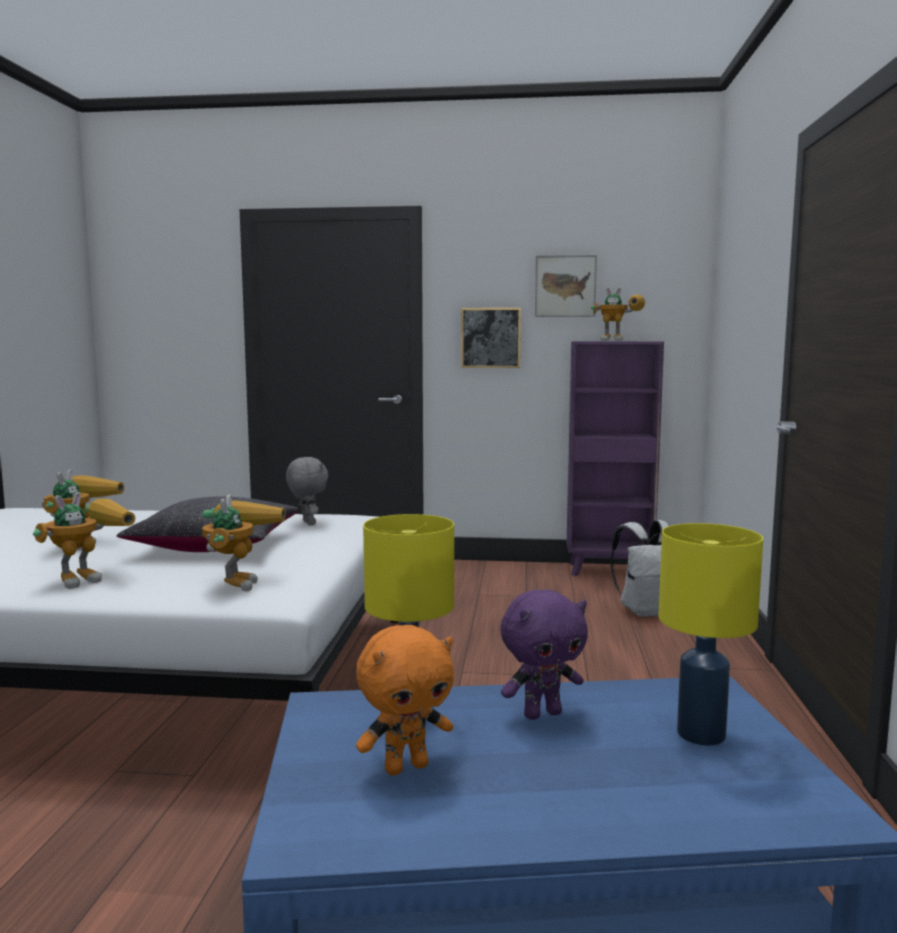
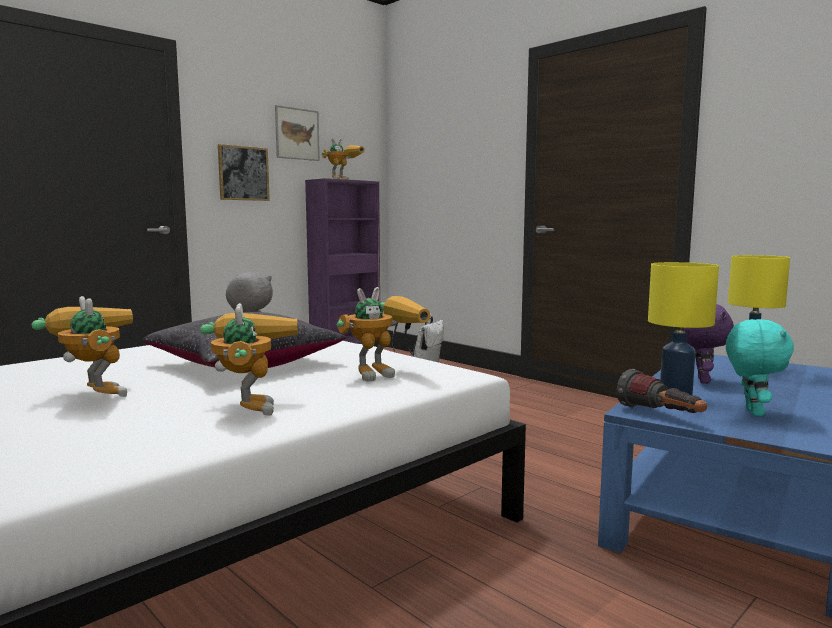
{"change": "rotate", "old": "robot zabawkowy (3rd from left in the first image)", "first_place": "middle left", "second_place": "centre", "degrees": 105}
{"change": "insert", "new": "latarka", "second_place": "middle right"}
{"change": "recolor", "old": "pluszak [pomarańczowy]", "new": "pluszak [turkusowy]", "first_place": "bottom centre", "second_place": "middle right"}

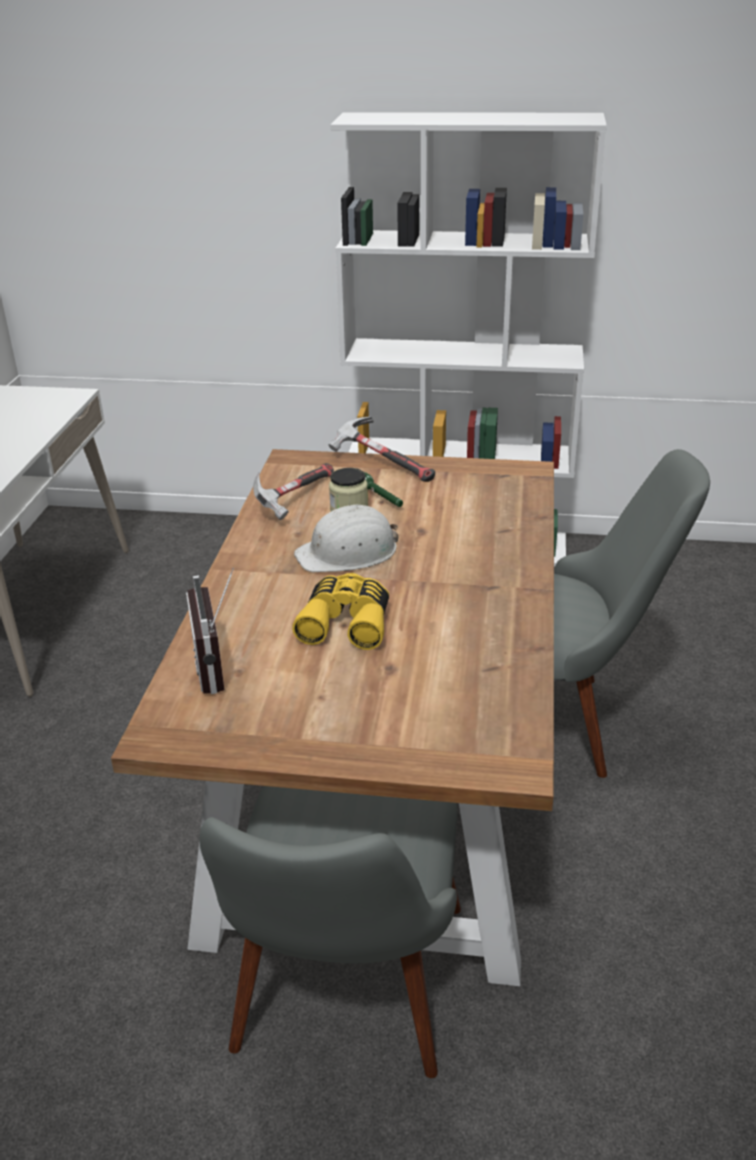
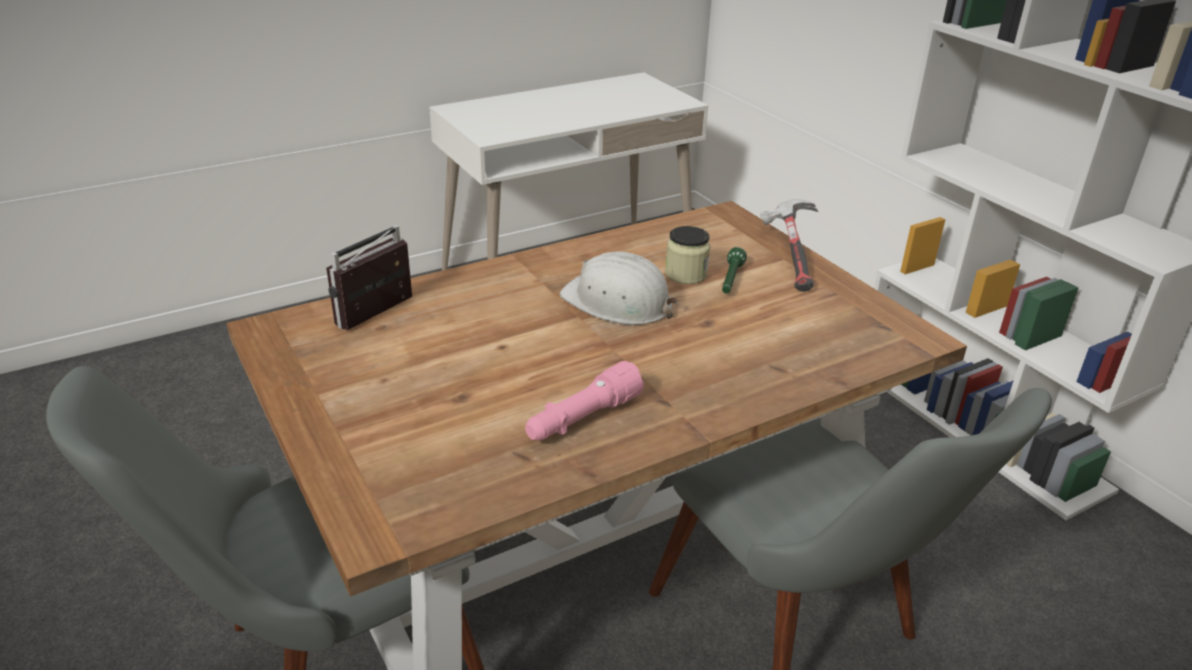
{"change": "insert", "new": "latarka [różowy]", "second_place": "centre"}
{"change": "delete", "old": "młotek (1st from left)", "first_place": "centre"}
{"change": "delete", "old": "lornetka [żółty]", "first_place": "centre"}

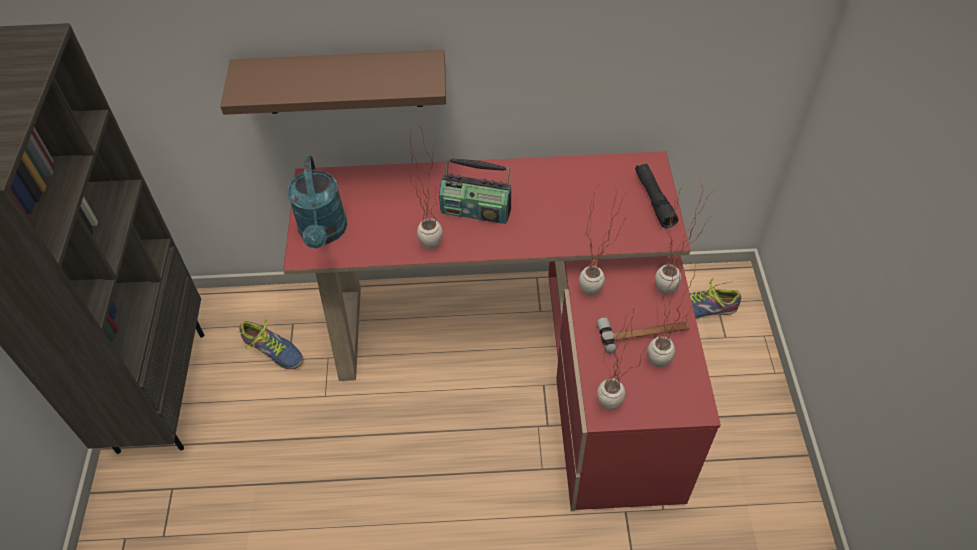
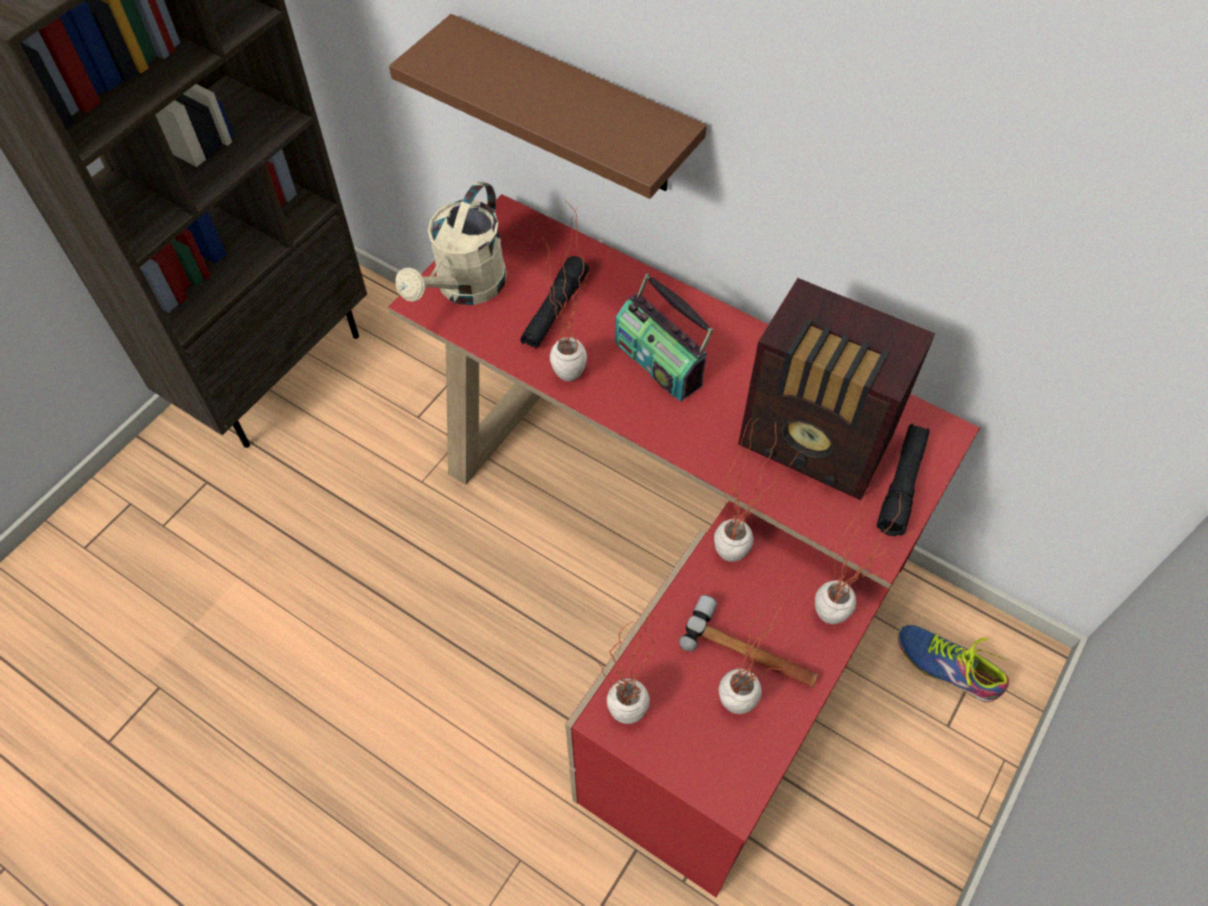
{"change": "recolor", "old": "konewka [turkusowy]", "new": "konewka [beżowy]", "first_place": "middle left", "second_place": "top centre"}
{"change": "insert", "new": "latarka [czarny] (1st from left)", "second_place": "centre"}
{"change": "insert", "new": "radio (2nd from left)", "second_place": "middle right"}
{"change": "delete", "old": "but (1st from left)", "first_place": "middle left"}

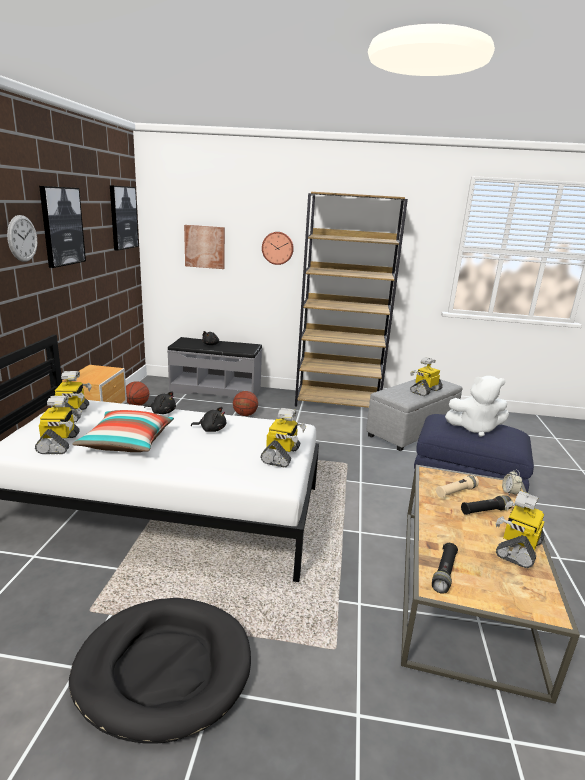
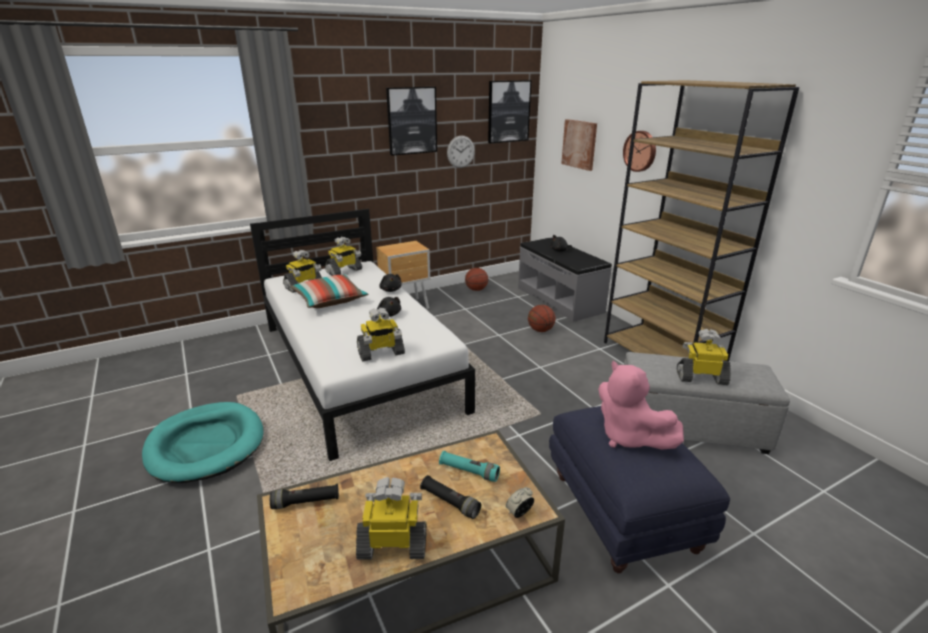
{"change": "recolor", "old": "legowisko [czarny]", "new": "legowisko [turkusowy]", "first_place": "bottom left", "second_place": "bottom left"}
{"change": "recolor", "old": "latarka [beżowy]", "new": "latarka [turkusowy]", "first_place": "middle right", "second_place": "bottom centre"}
{"change": "move", "old": "zegar ścienny (1st from left)", "first_place": "top left", "second_place": "top centre"}
{"change": "recolor", "old": "pluszak [biały]", "new": "pluszak [różowy]", "first_place": "middle right", "second_place": "middle right"}

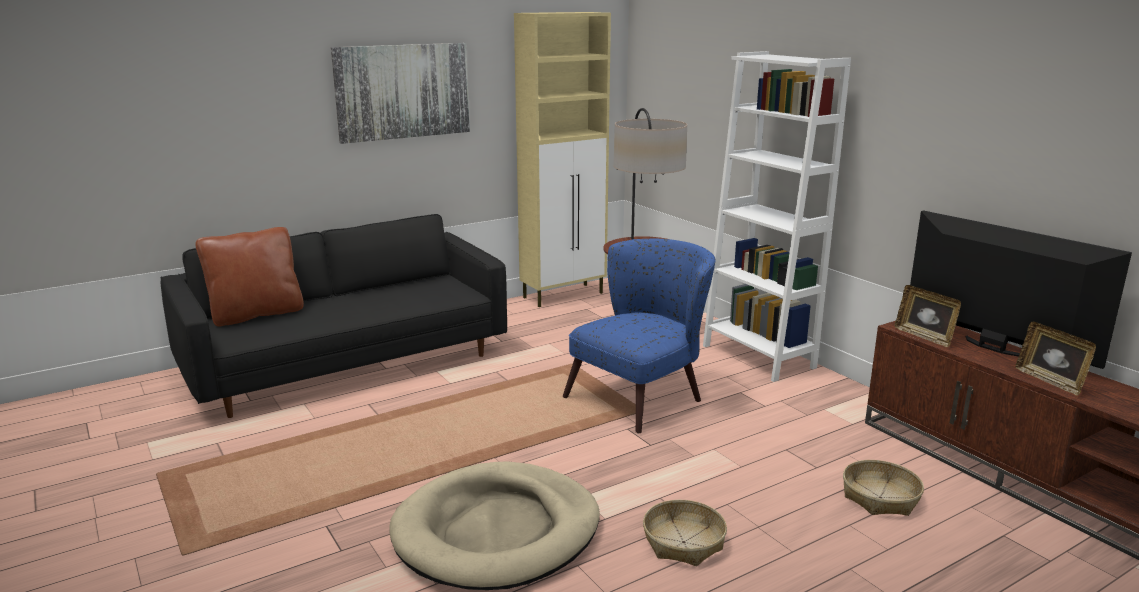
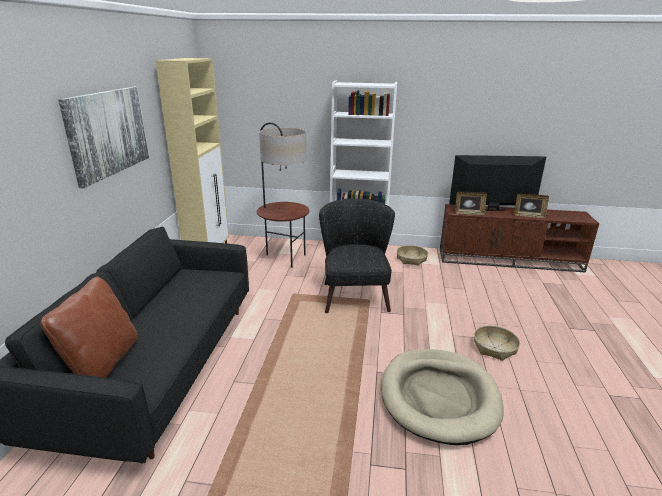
{"change": "recolor", "old": "fotel [niebieski]", "new": "fotel [czarny]", "first_place": "centre", "second_place": "centre"}
{"change": "move", "old": "koszyk (2nd from left in the first image)", "new": "koszyk (1st from left)", "first_place": "bottom right", "second_place": "centre"}

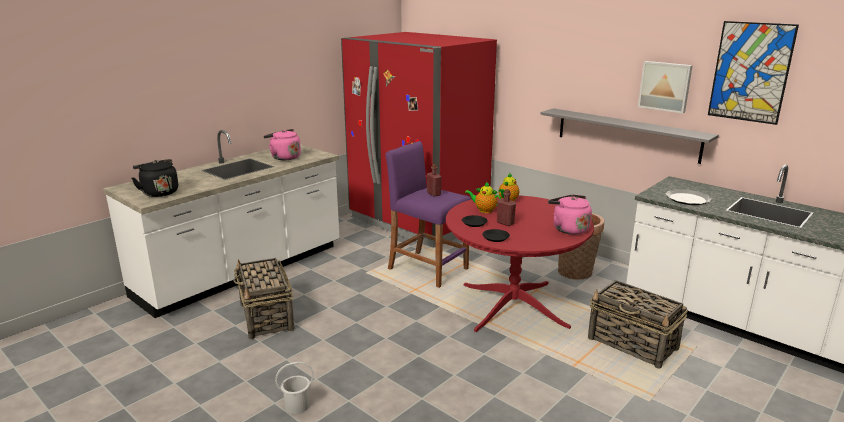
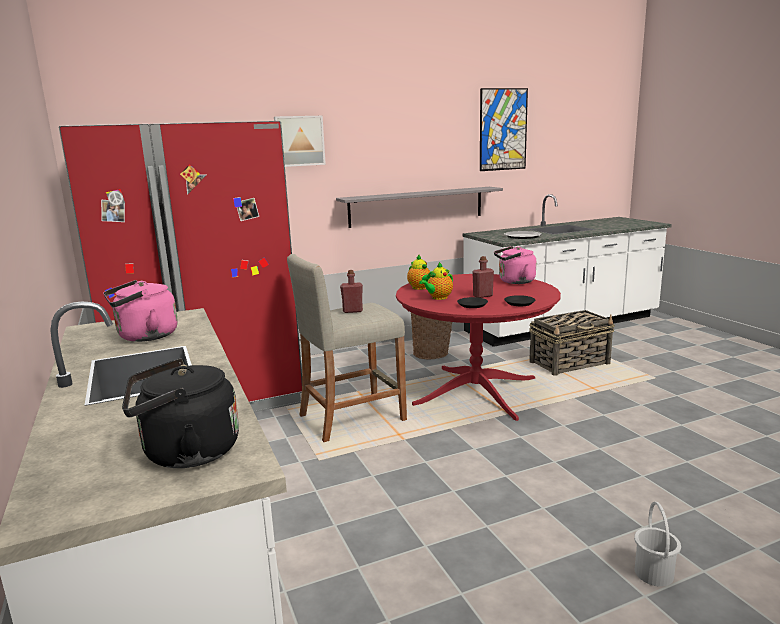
{"change": "move", "old": "obraz (1st from left)", "first_place": "top right", "second_place": "top centre"}
{"change": "recolor", "old": "stołek [fioletowy]", "new": "stołek [beżowy]", "first_place": "centre", "second_place": "centre"}
{"change": "delete", "old": "koszyk (1st from left)", "first_place": "bottom left"}

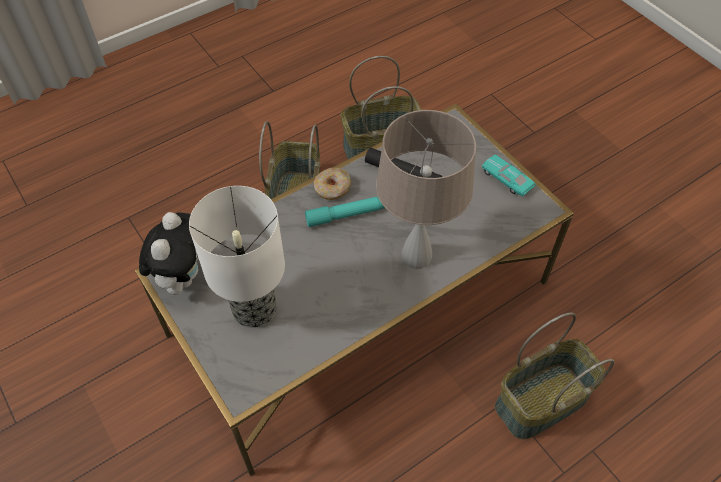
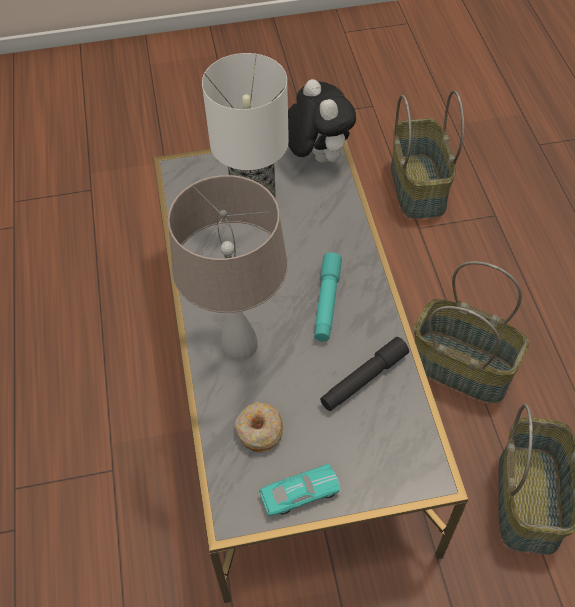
{"change": "move", "old": "donut", "first_place": "centre", "second_place": "bottom centre"}
{"change": "rotate", "old": "pluszak", "first_place": "middle left", "second_place": "top centre", "degrees": -150}
{"change": "move", "old": "koszyk (3rd from left in the first image)", "new": "koszyk (1st from left)", "first_place": "bottom right", "second_place": "top right"}

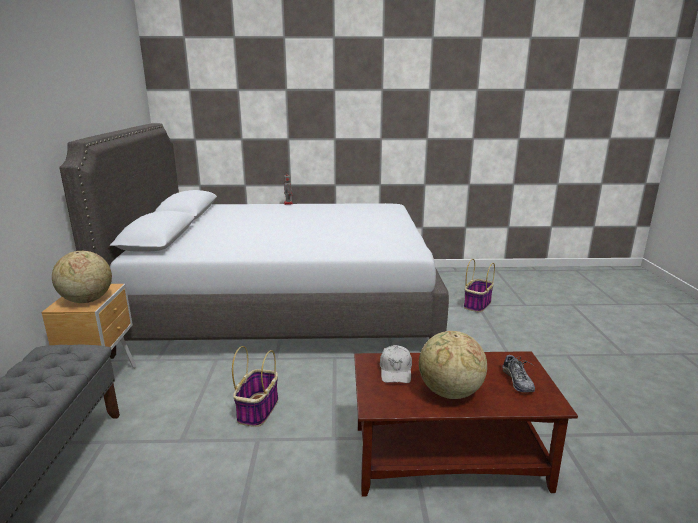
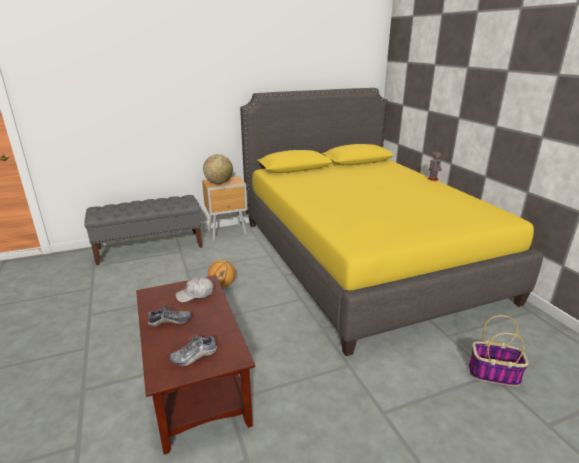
{"change": "replace", "old": "globus (2nd from left)", "new": "but (1st from left)", "first_place": "bottom centre", "second_place": "bottom left"}
{"change": "replace", "old": "koszyk (1st from left)", "new": "piłka do koszykówki", "first_place": "bottom centre", "second_place": "centre"}
{"change": "recolor", "old": "łóżko [szary]", "new": "łóżko [żółty]", "first_place": "centre", "second_place": "middle right"}

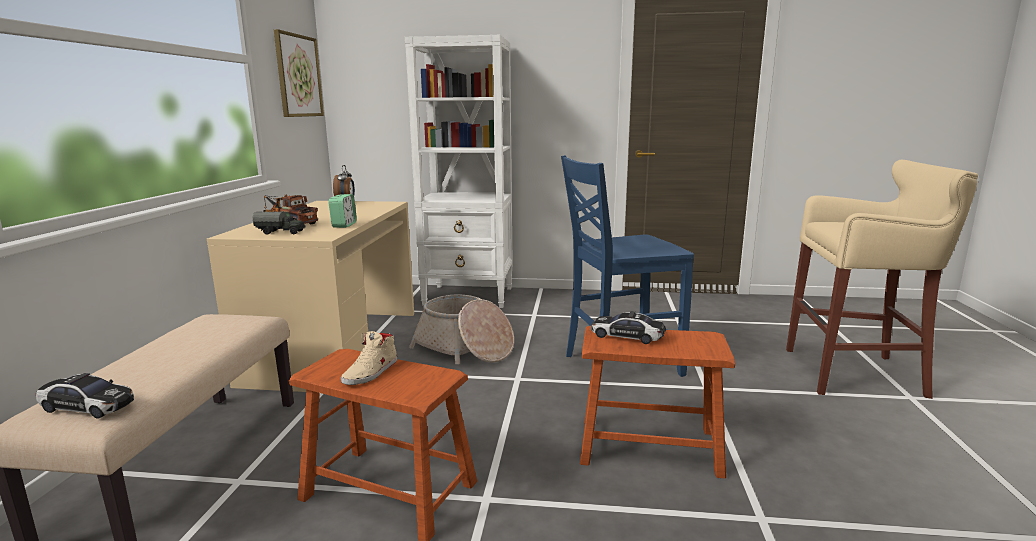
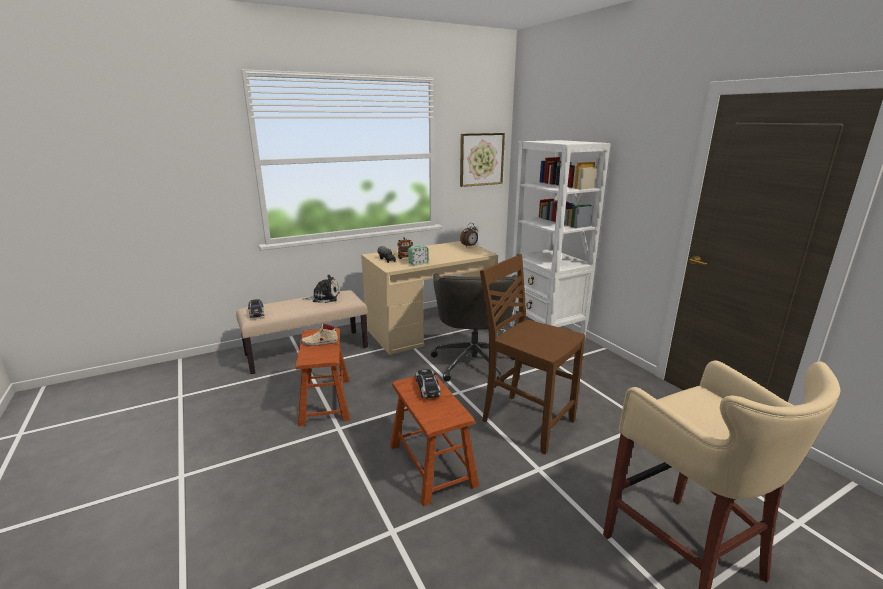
{"change": "insert", "new": "pluszak", "second_place": "centre"}
{"change": "replace", "old": "koszyk", "new": "krzesło biurowe [szary]", "first_place": "centre", "second_place": "centre"}
{"change": "recolor", "old": "krzesło [niebieski]", "new": "krzesło [brązowy]", "first_place": "centre", "second_place": "centre"}

